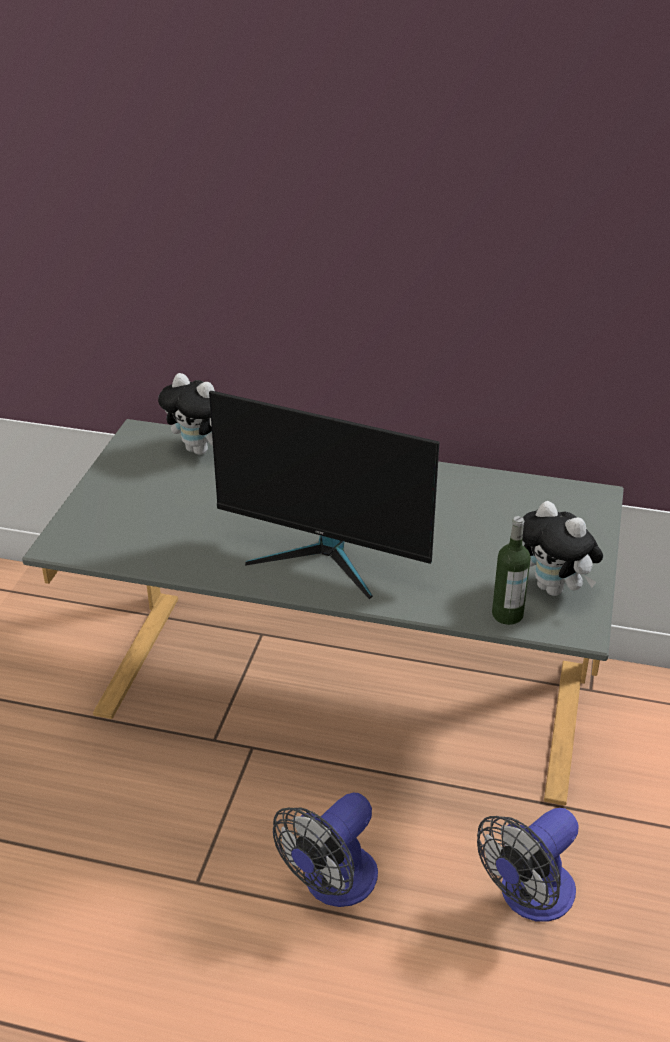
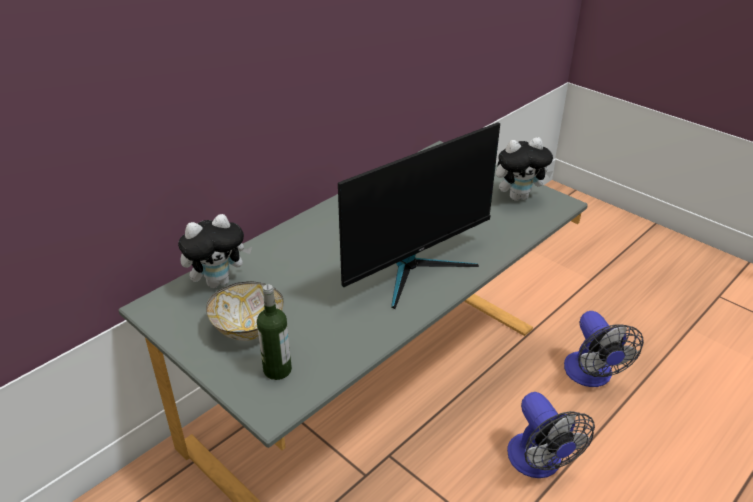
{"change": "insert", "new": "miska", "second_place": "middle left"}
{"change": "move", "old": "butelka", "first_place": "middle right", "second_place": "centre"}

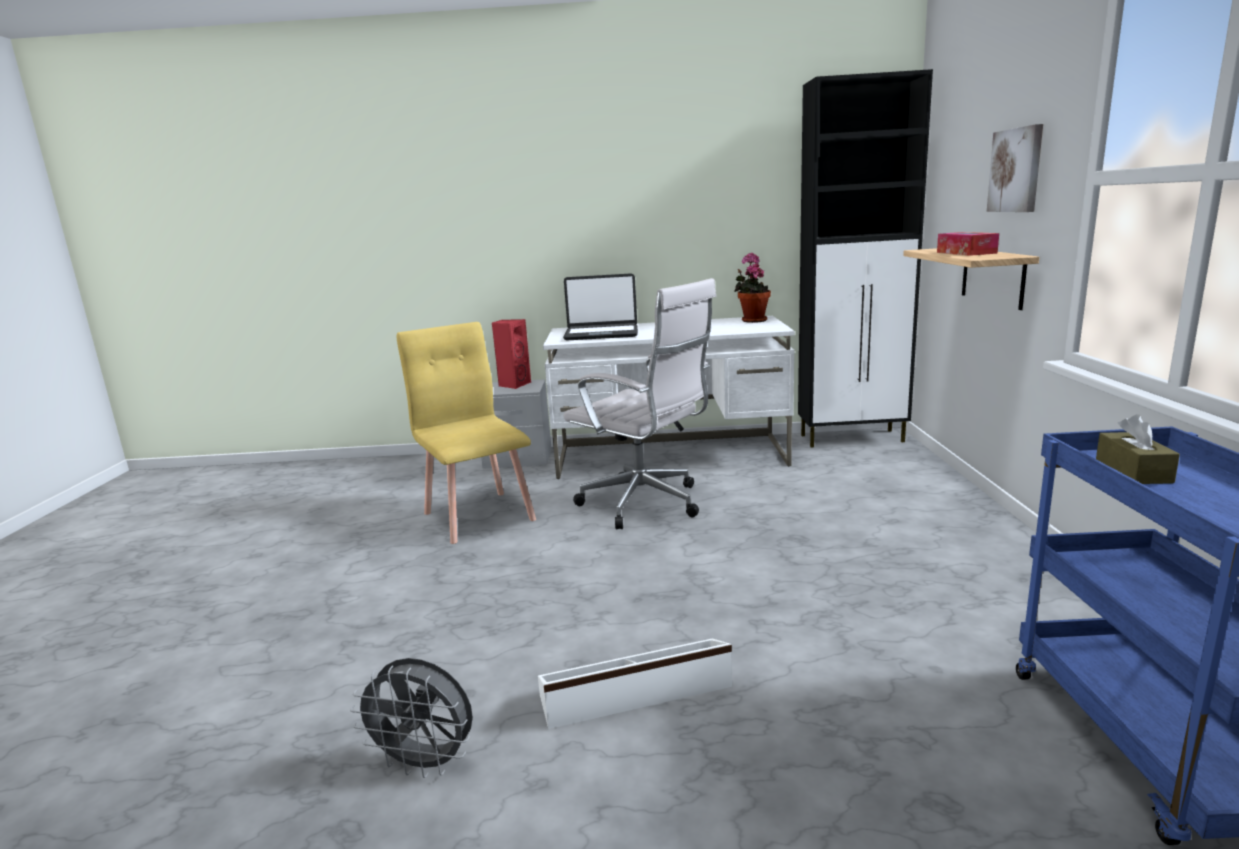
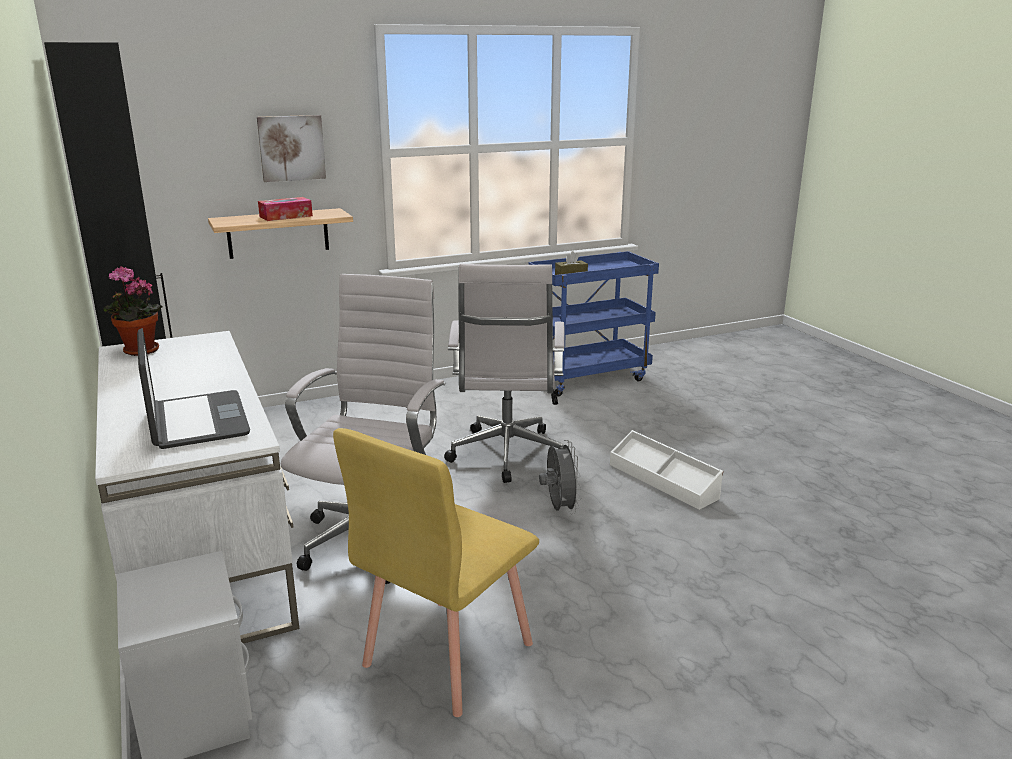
{"change": "insert", "new": "krzesło biurowe [biały] (2nd from left)", "second_place": "centre"}
{"change": "move", "old": "wentylator [szary]", "first_place": "bottom left", "second_place": "centre"}
{"change": "delete", "old": "głośnik [czerwony]", "first_place": "centre"}

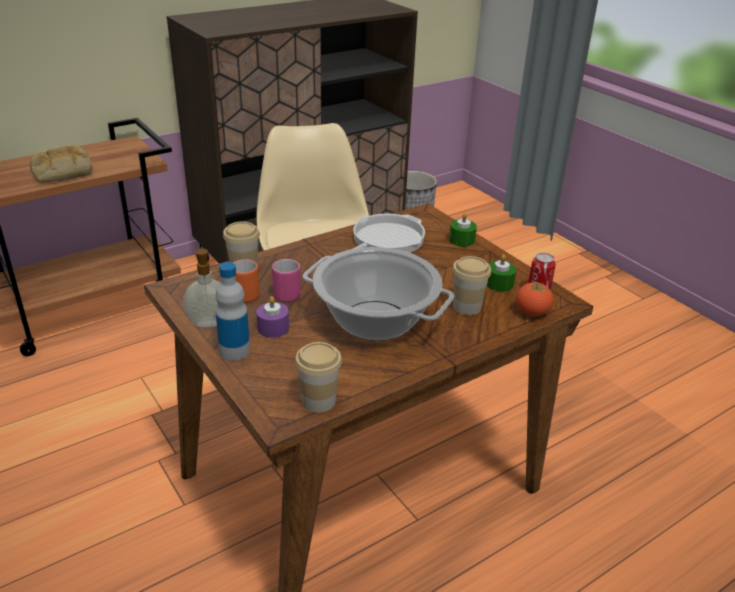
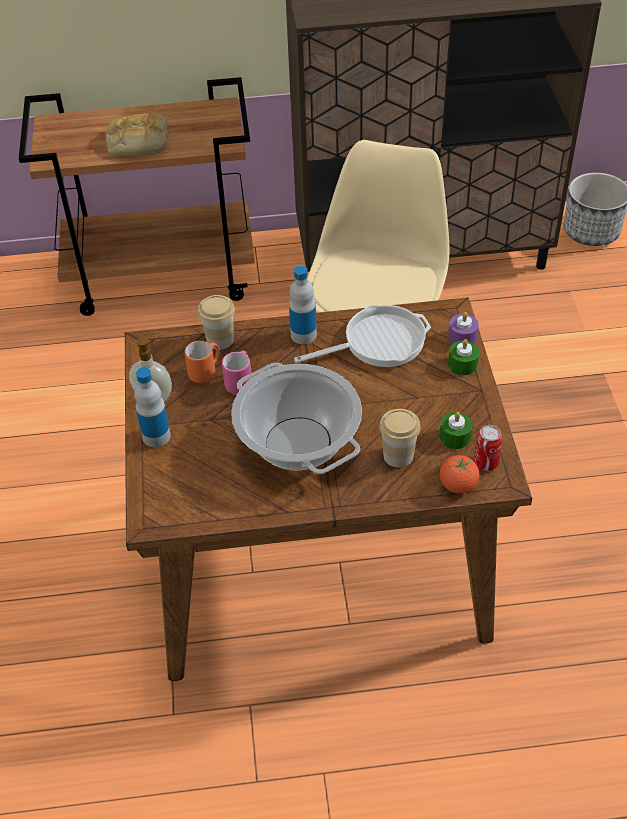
{"change": "insert", "new": "butelka (2nd from left)", "second_place": "centre"}
{"change": "move", "old": "świeca [fioletowy]", "first_place": "centre", "second_place": "middle right"}
{"change": "delete", "old": "filiżanka (2nd from left)", "first_place": "centre"}

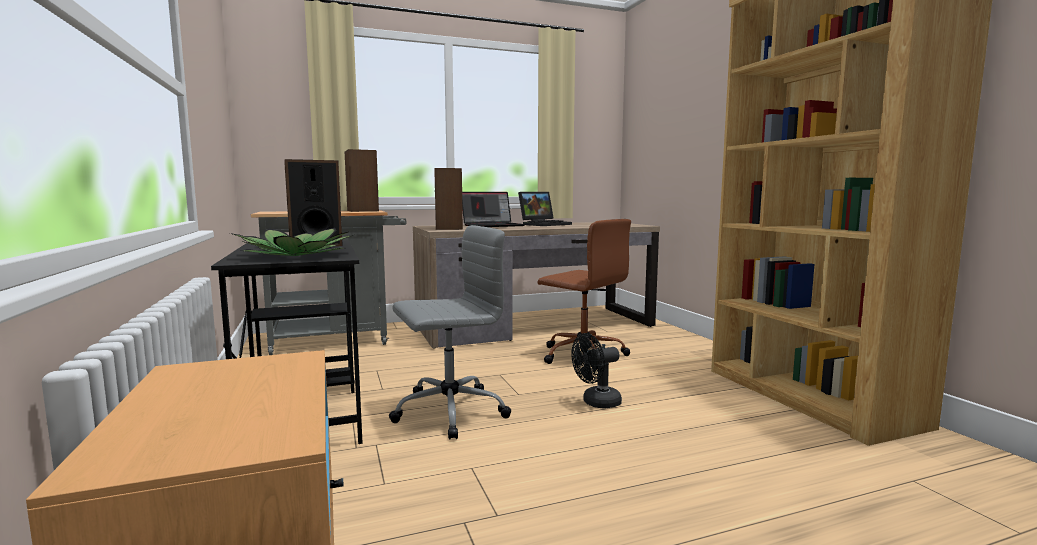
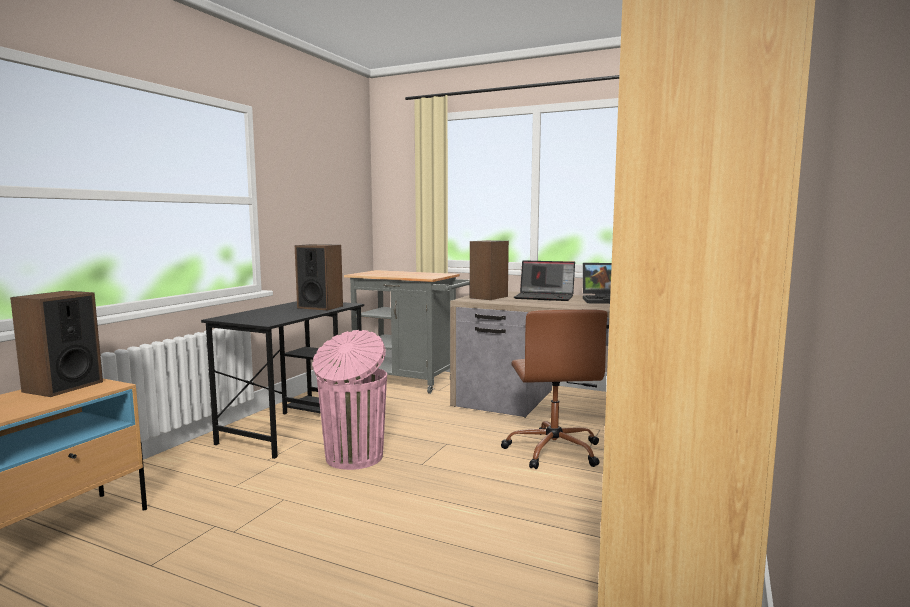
{"change": "move", "old": "głośnik (2nd from left in the first image)", "new": "głośnik (1st from left)", "first_place": "top centre", "second_place": "middle left"}
{"change": "replace", "old": "krzesło biurowe [szary]", "new": "kosz na śmieci [różowy]", "first_place": "centre", "second_place": "centre"}
{"change": "delete", "old": "roślina doniczkowa", "first_place": "middle left"}
{"change": "delete", "old": "wentylator [czarny]", "first_place": "bottom centre"}

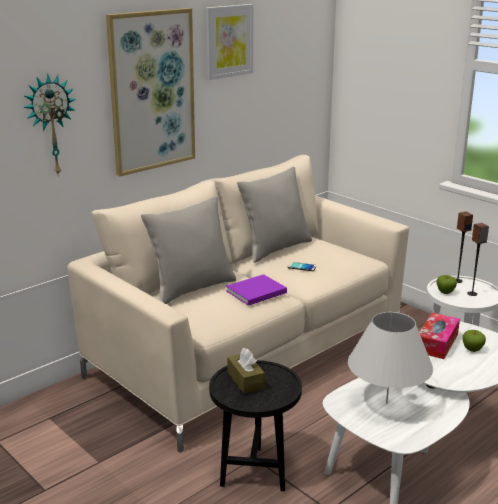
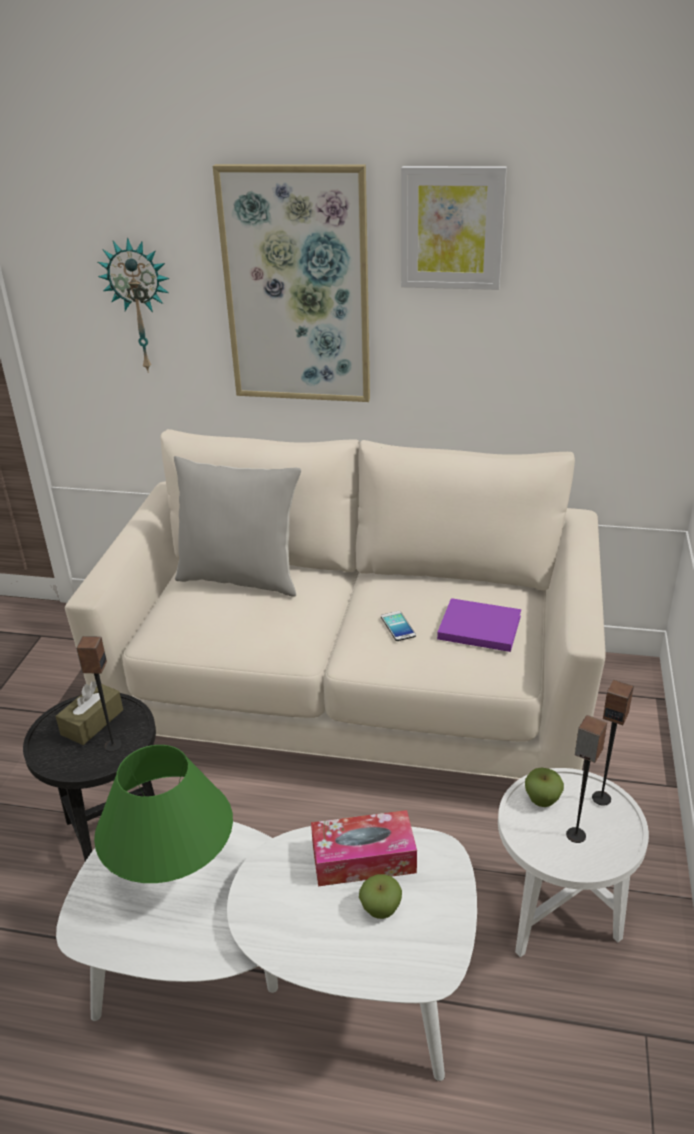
{"change": "insert", "new": "głośnik (1st from left)", "second_place": "middle left"}
{"change": "recolor", "old": "lampa stołowa [biały]", "new": "lampa stołowa [zielony]", "first_place": "bottom right", "second_place": "bottom left"}
{"change": "move", "old": "książka [fioletowy]", "first_place": "centre", "second_place": "middle right"}
{"change": "delete", "old": "poduszka [szary] (2nd from left)", "first_place": "centre"}

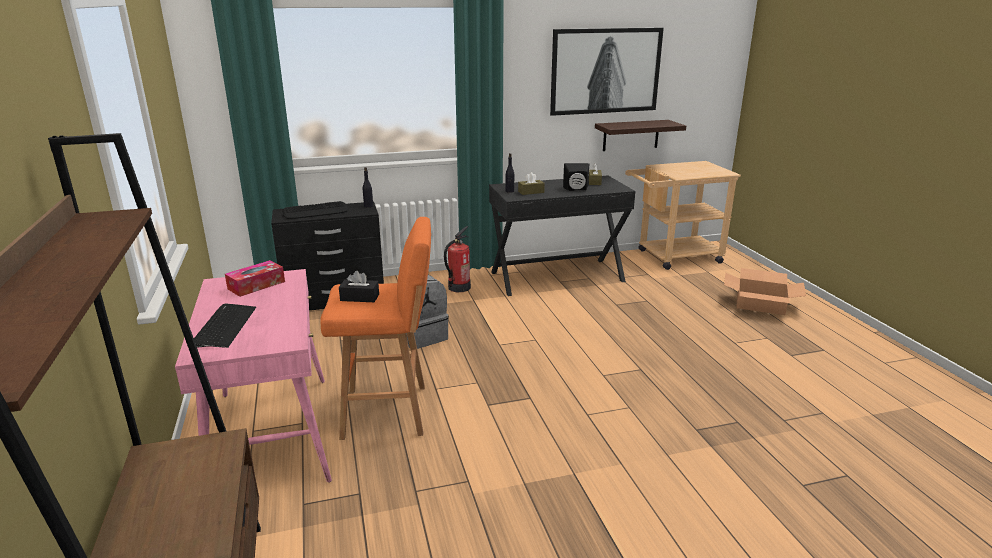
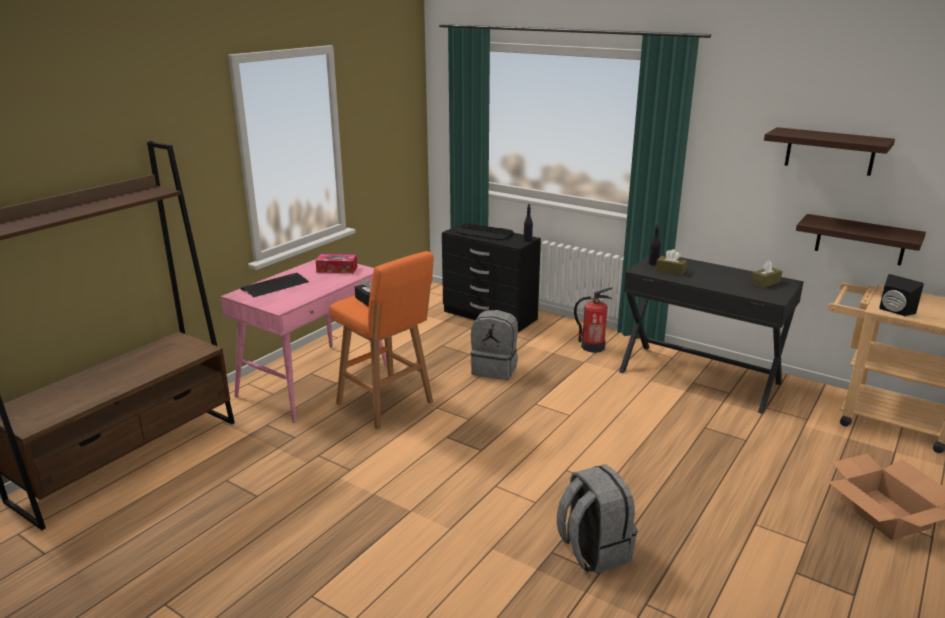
{"change": "insert", "new": "plecak [szary] (2nd from left)", "second_place": "bottom centre"}
{"change": "replace", "old": "obraz", "new": "półka (1st from left)", "first_place": "top centre", "second_place": "top right"}
{"change": "move", "old": "głośnik [czarny]", "first_place": "top centre", "second_place": "middle right"}

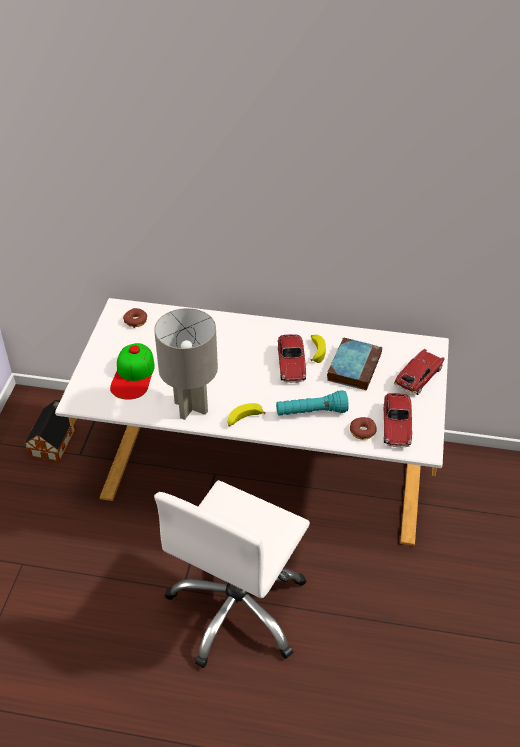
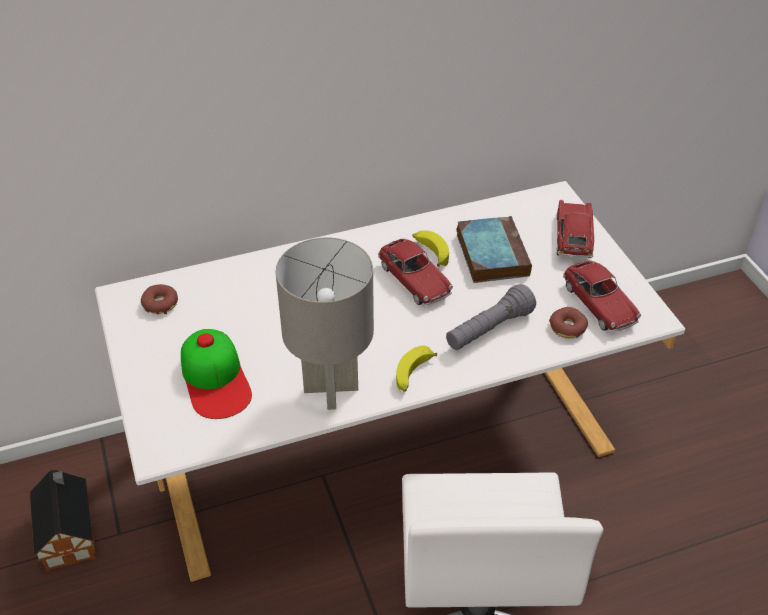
{"change": "recolor", "old": "latarka [turkusowy]", "new": "latarka [szary]", "first_place": "centre", "second_place": "centre"}

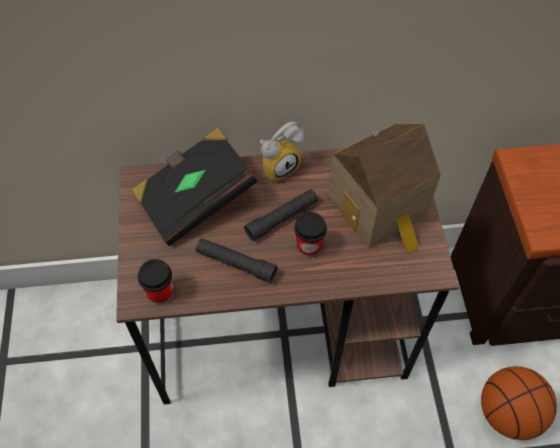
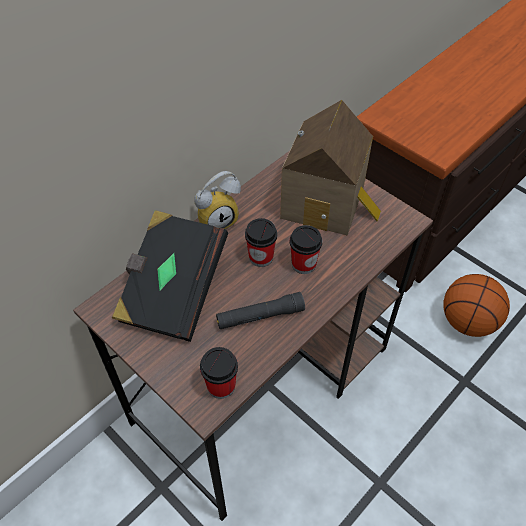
{"change": "rotate", "old": "budzik", "first_place": "centre", "second_place": "centre", "degrees": 45}
{"change": "replace", "old": "latarka [czarny] (2nd from left)", "new": "filiżanka (2nd from left)", "first_place": "centre", "second_place": "centre"}

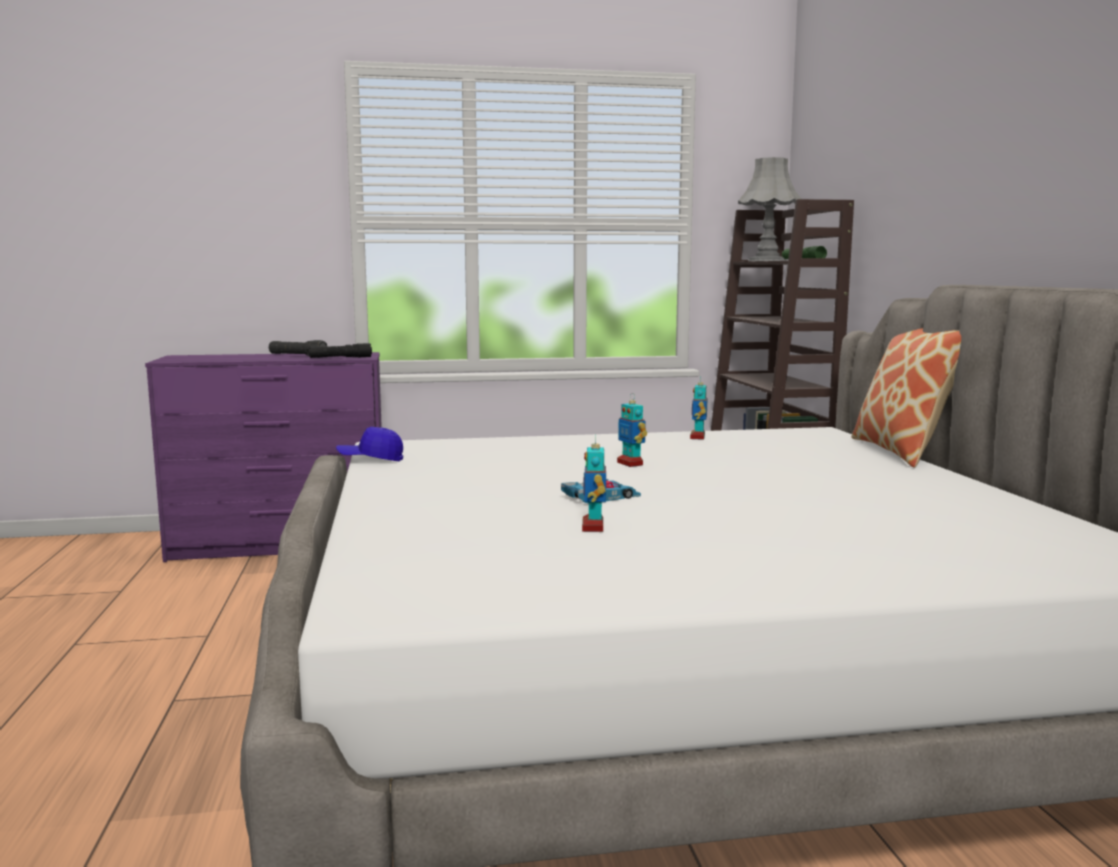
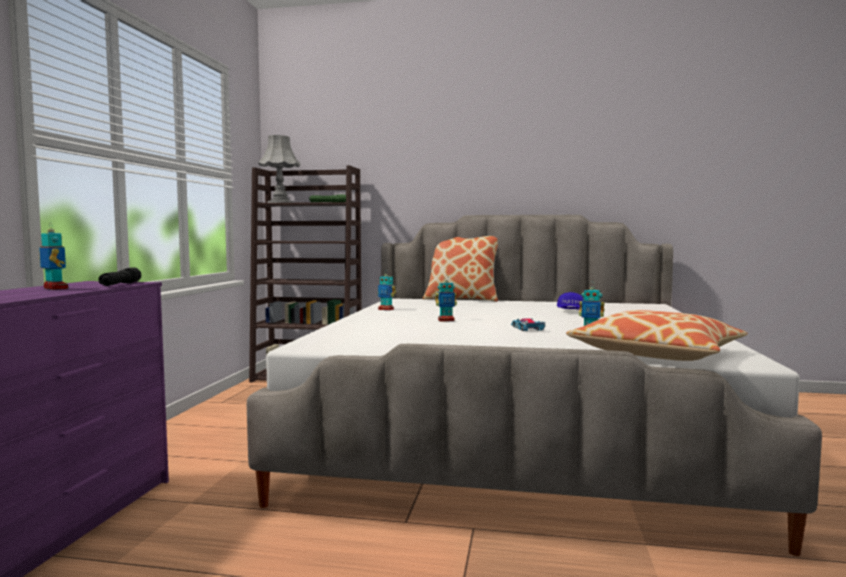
{"change": "replace", "old": "latarka [czarny] (1st from left)", "new": "robot zabawkowy (1st from left)", "first_place": "middle left", "second_place": "middle left"}
{"change": "move", "old": "czapka z daszkiem [niebieski]", "first_place": "middle left", "second_place": "middle right"}
{"change": "insert", "new": "poduszka (2nd from left)", "second_place": "middle right"}

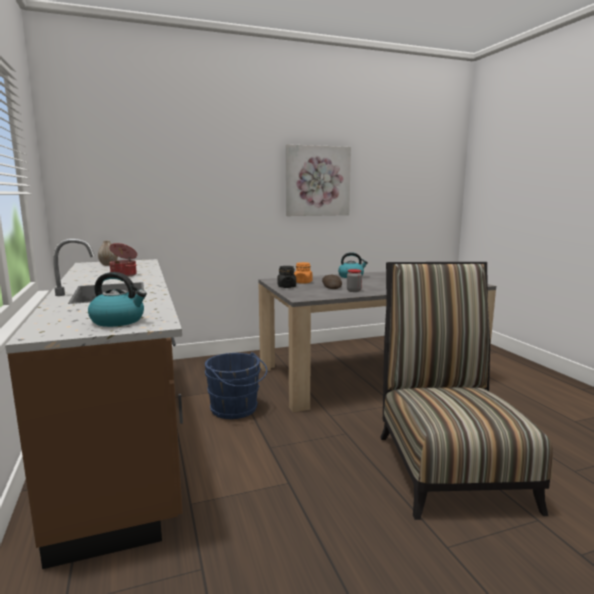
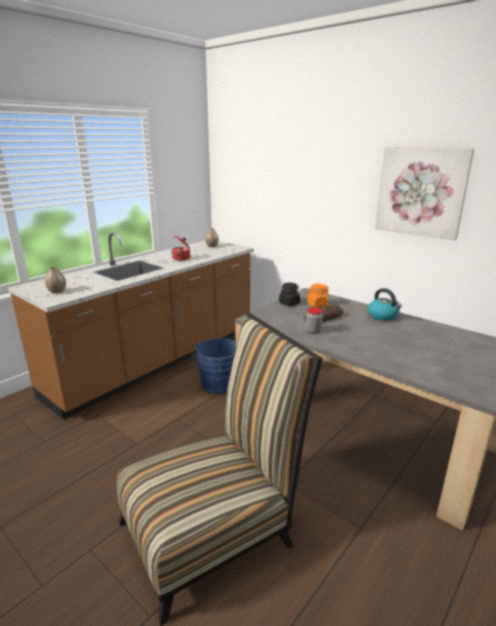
{"change": "replace", "old": "czajnik (1st from left)", "new": "wazon (1st from left)", "first_place": "middle left", "second_place": "middle left"}

